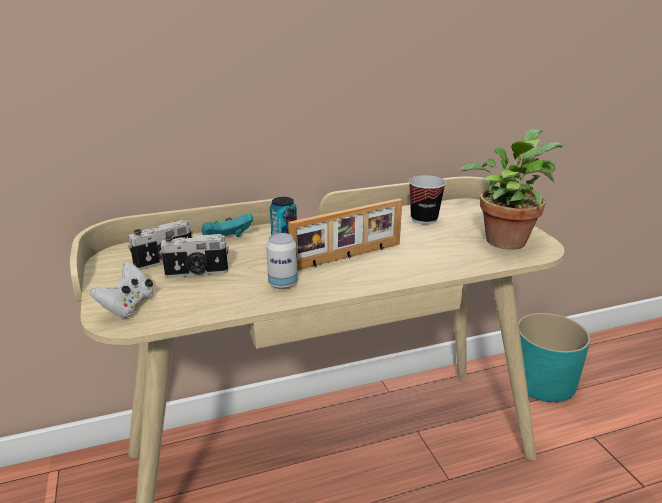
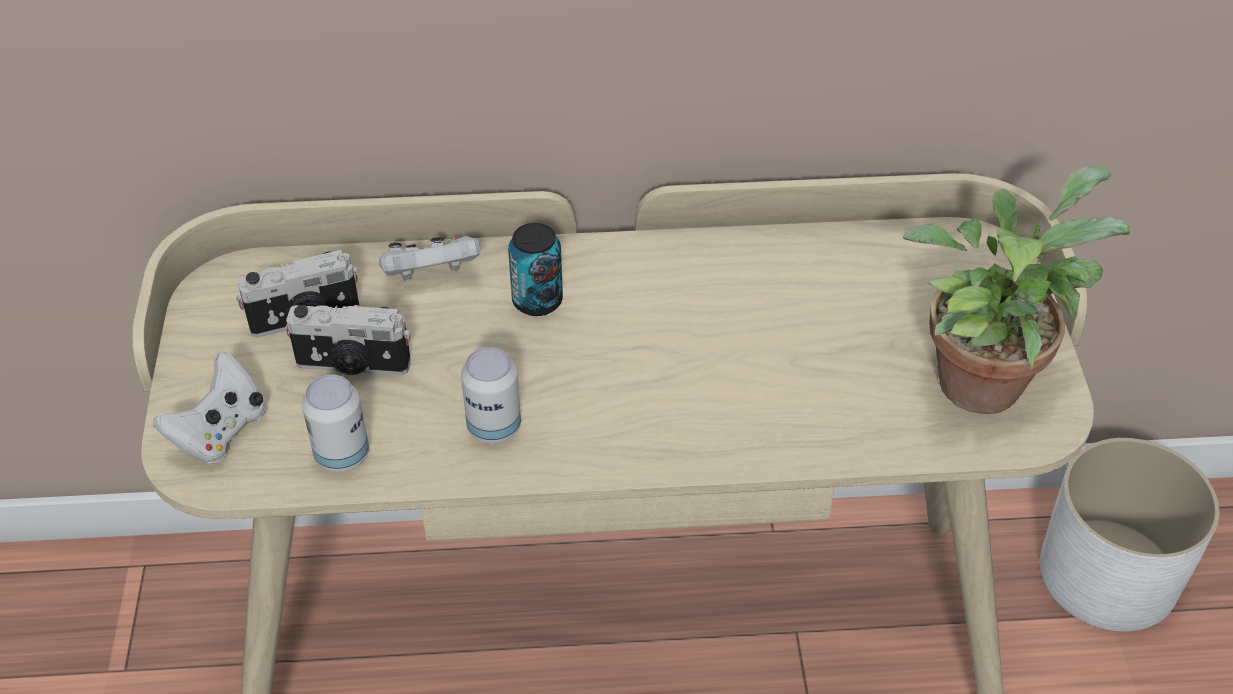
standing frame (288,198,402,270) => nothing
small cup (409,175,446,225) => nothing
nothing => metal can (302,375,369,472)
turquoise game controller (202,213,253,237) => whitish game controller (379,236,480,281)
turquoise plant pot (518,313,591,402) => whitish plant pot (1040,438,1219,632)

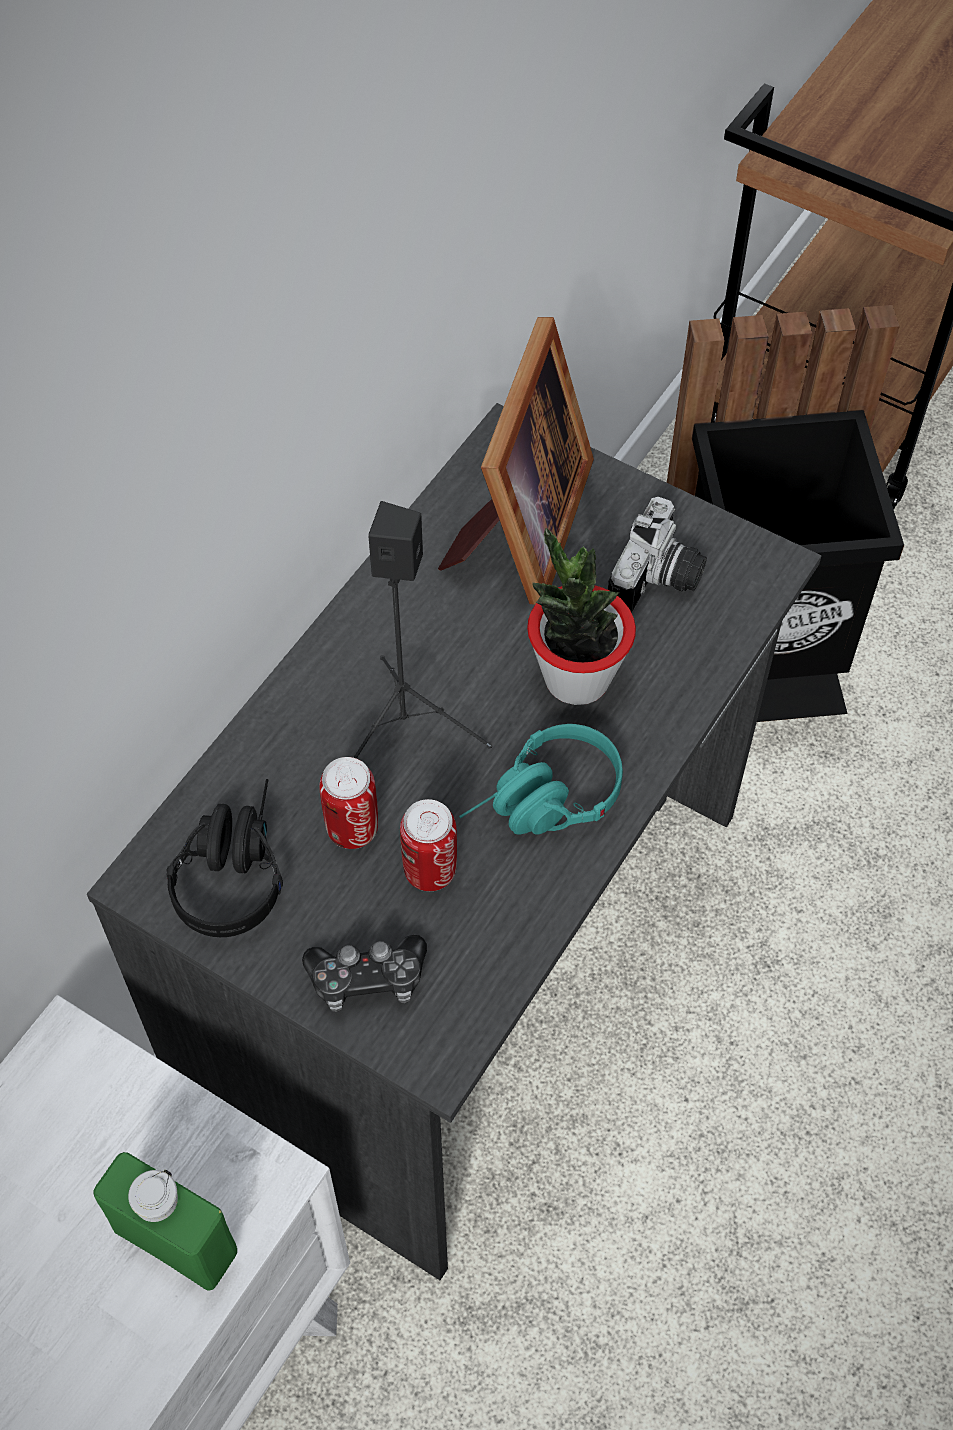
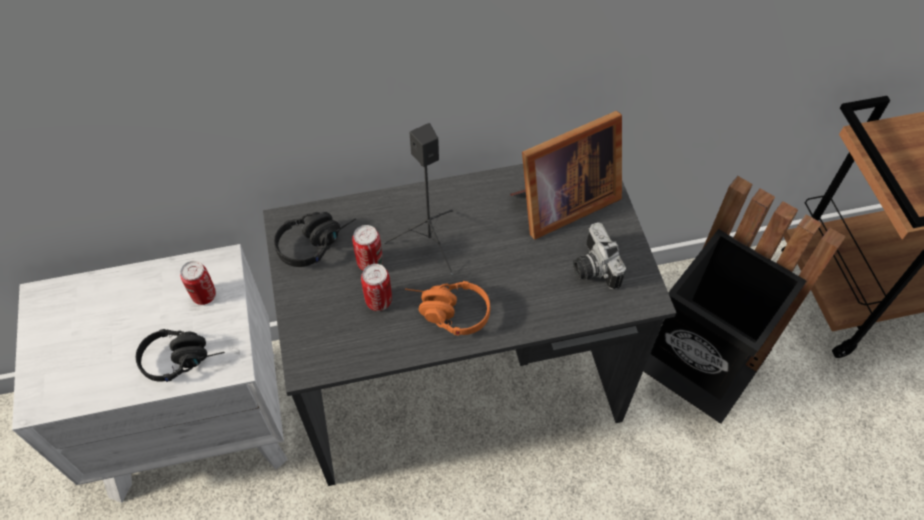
game controller (302,935,427,1012) => nothing
houseplant (527,528,636,705) => nothing
nothing => metal can (180,261,216,305)
green-coloured drink bottle (94,1152,237,1291) => black-coloured headphones (136,329,225,382)
turquoise headphones (459,724,623,835) => orangey headphones (405,281,490,336)
photo camera (608,497,707,613) => photo camera (573,222,626,290), 90 degrees clockwise

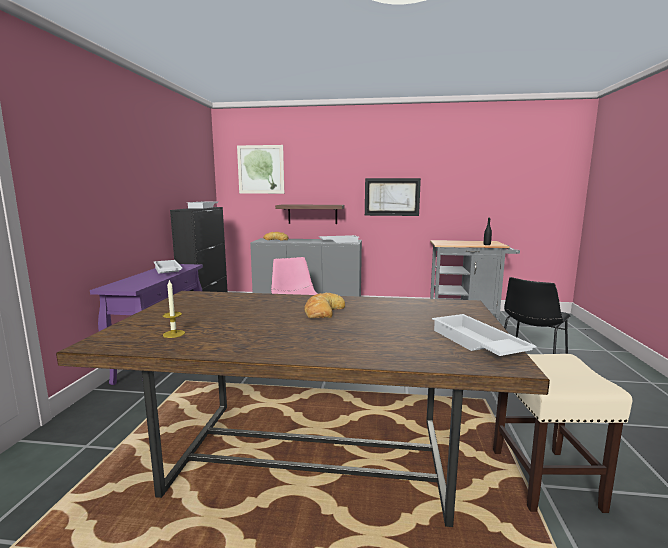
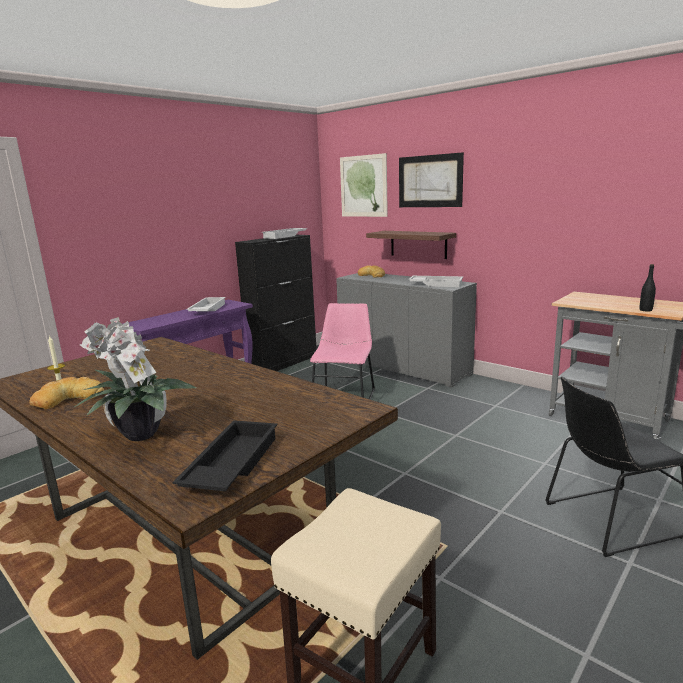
nothing => houseplant (73,317,197,441)
baked bread (304,293,345,318) => baked bread (29,377,104,409), moved
picture (365,178,421,216) => picture (399,152,464,207), moved
whitish carrying tray (432,314,537,356) => black-coloured carrying tray (173,420,277,491)

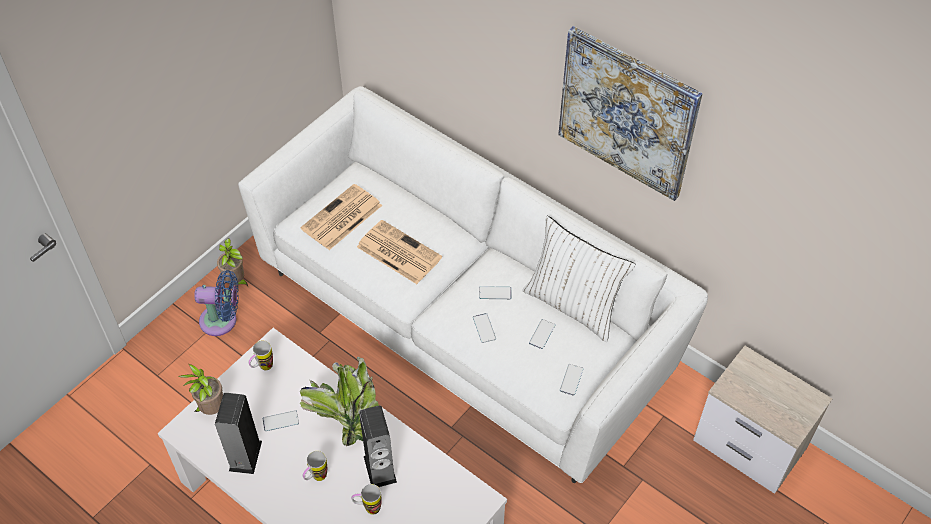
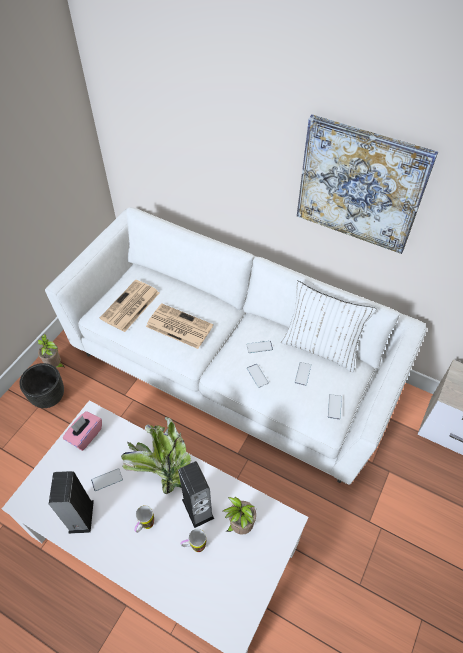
houseplant (179,364,223,415) => houseplant (223,497,256,535), moved
blue electric fan (194,270,239,336) => black-coloured plant pot (19,363,64,408)
mug (249,340,273,370) => pink tissue holder (63,411,102,451)

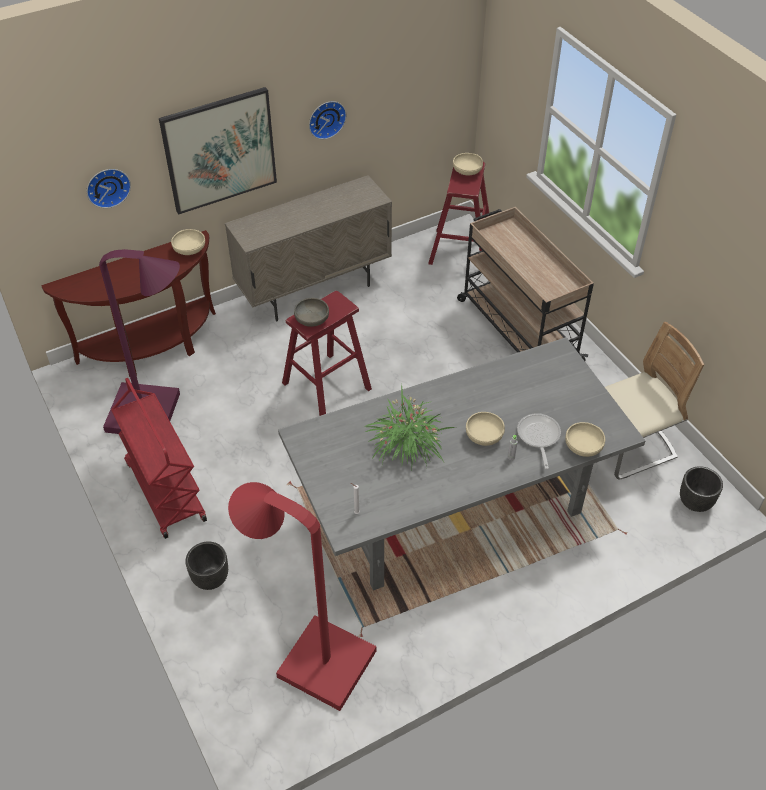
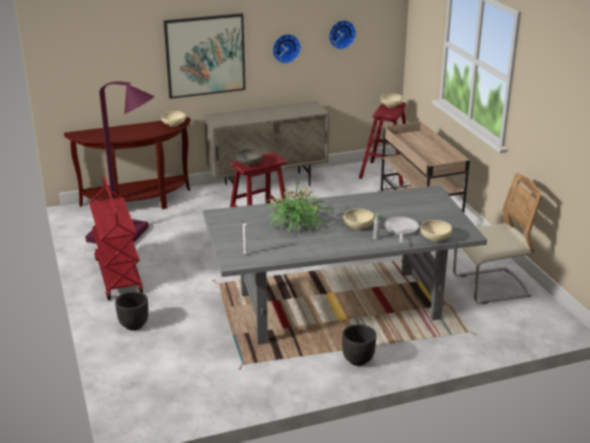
reddish standard lamp (228,482,377,711) => nothing
hanging clock (87,169,131,208) => hanging clock (329,20,356,49), moved
black-coloured plant pot (680,466,723,512) => black-coloured plant pot (342,324,376,366), moved

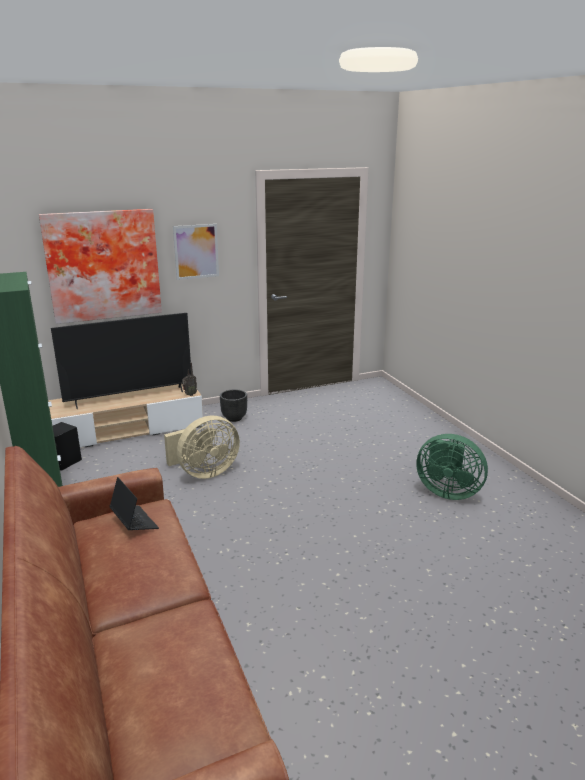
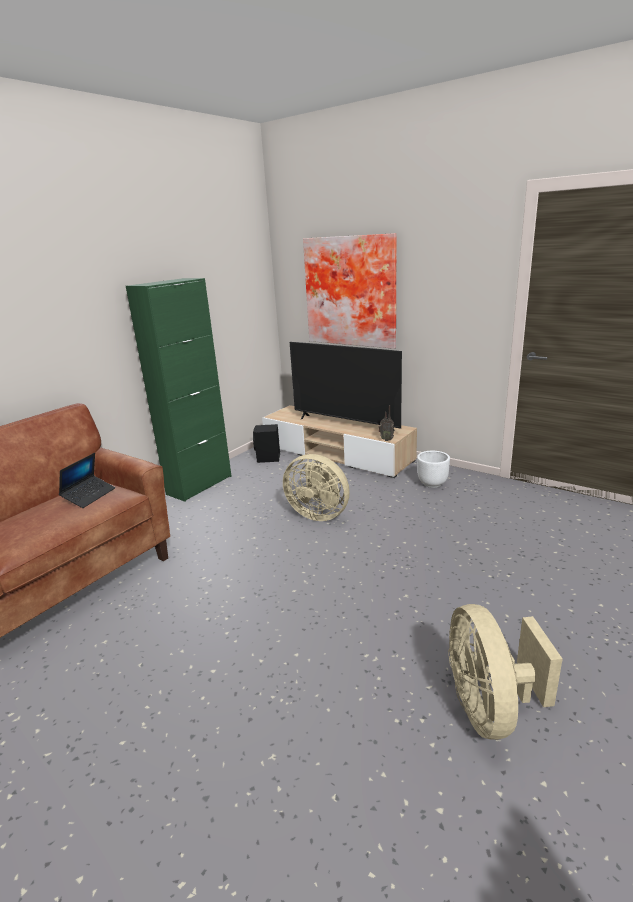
picture (173,224,219,280) => nothing
black-coloured plant pot (220,389,247,422) => whitish plant pot (417,451,450,488)
green-coloured electric fan (417,434,488,500) => beige-coloured electric fan (448,604,563,740)

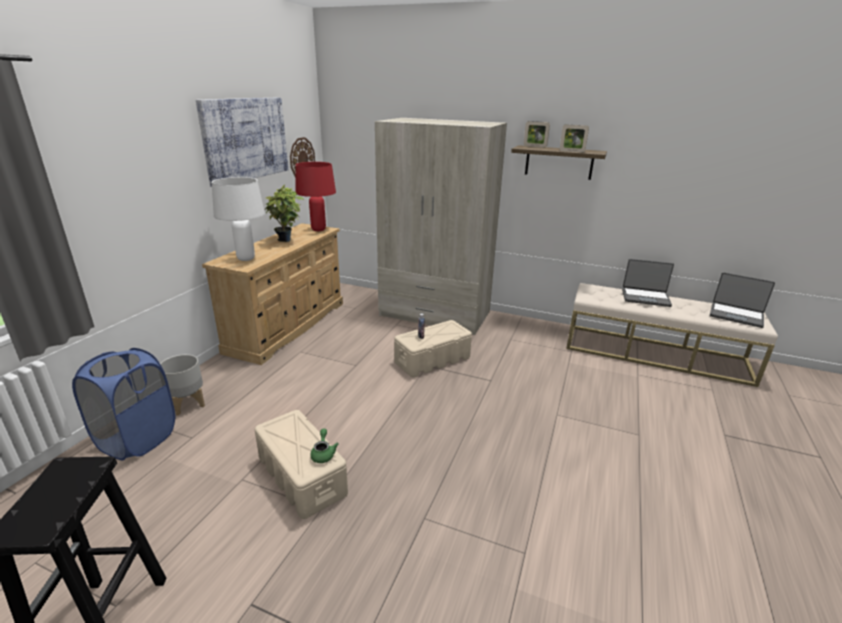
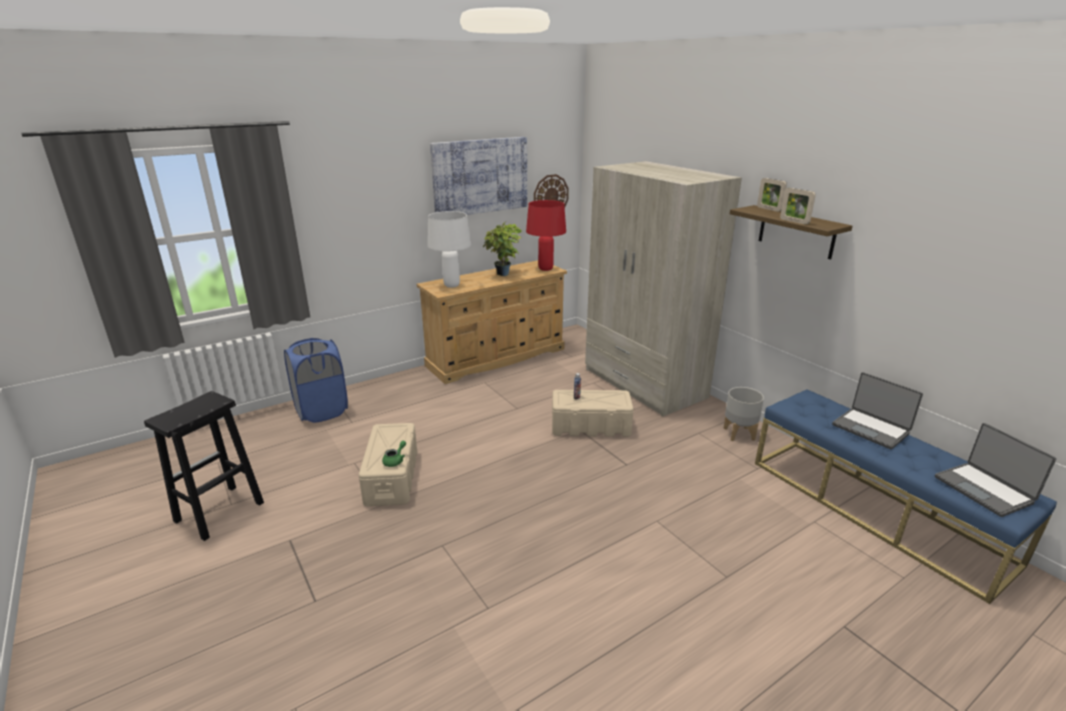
grey plant pot (160,354,205,416) => grey plant pot (723,387,764,441), moved
beige-coloured bench (566,283,778,387) => blue bench (755,389,1057,604)

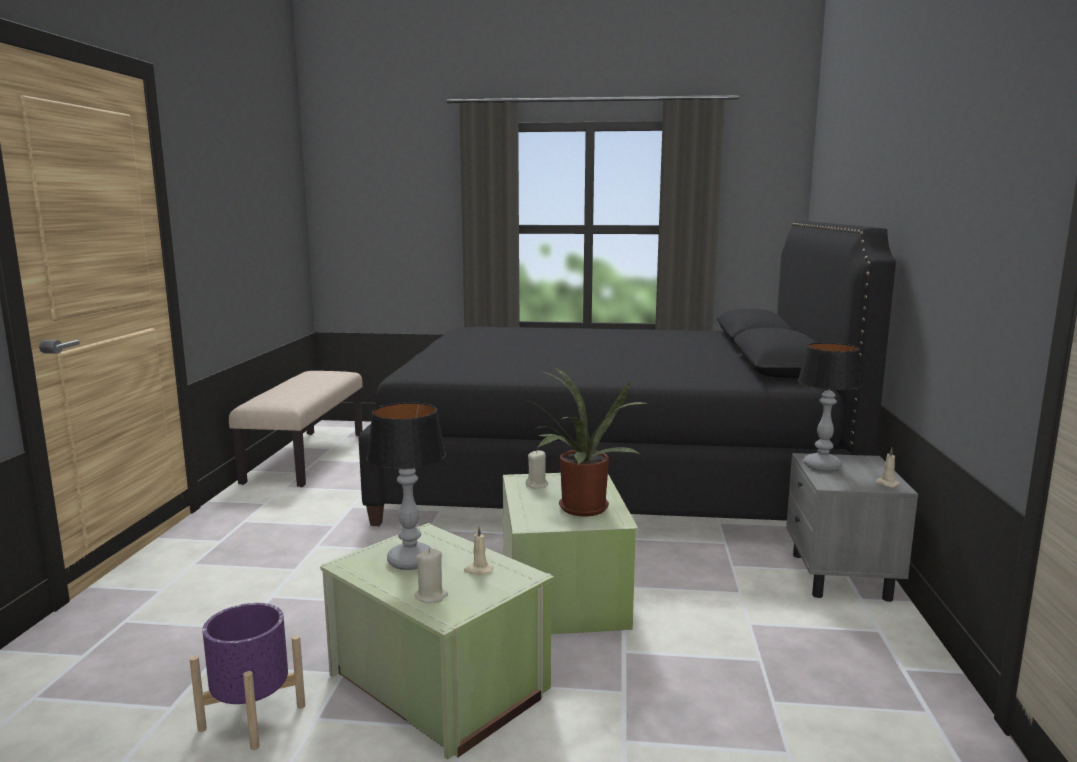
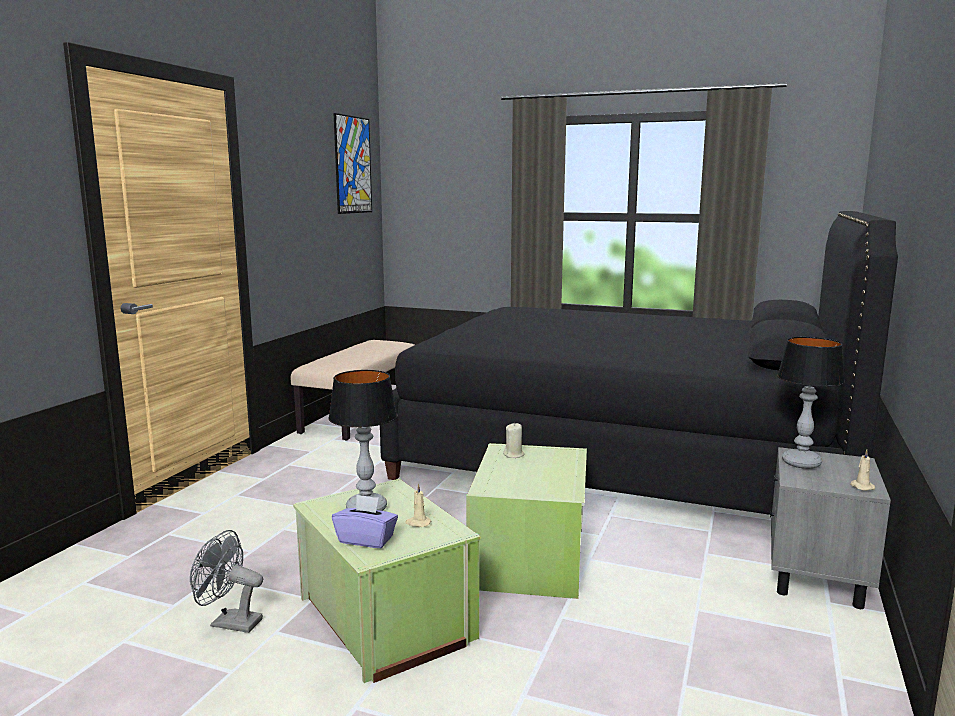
houseplant (520,366,645,516) => nothing
nothing => picture (334,113,372,214)
purplish plant pot (189,603,305,750) => grey electric fan (190,530,263,633)
beige-coloured wax light (415,549,448,603) => purplish tissue holder (332,494,398,548)

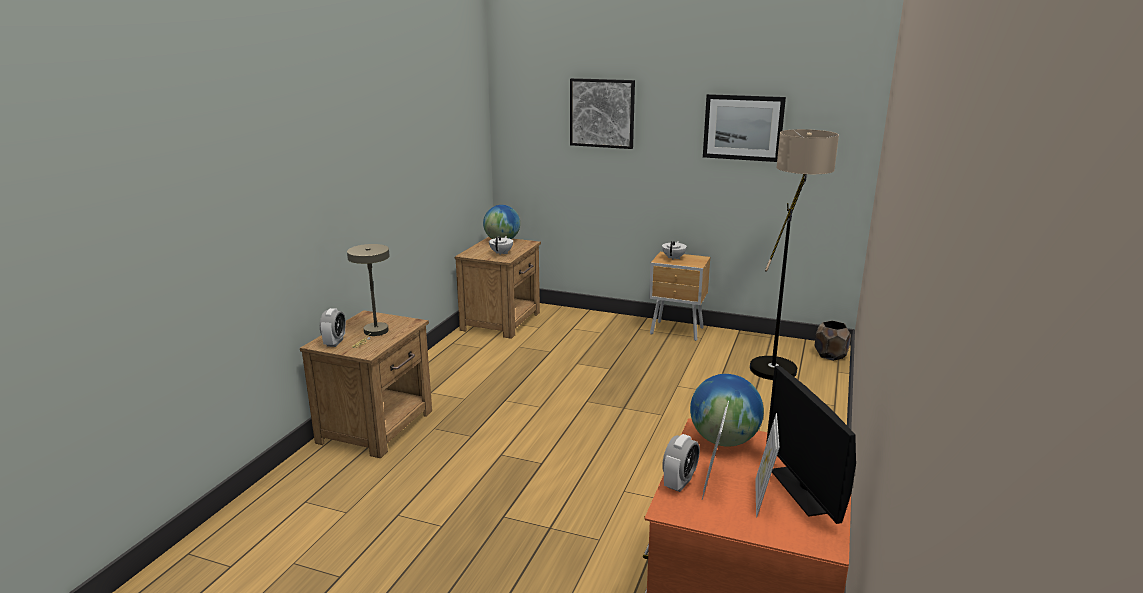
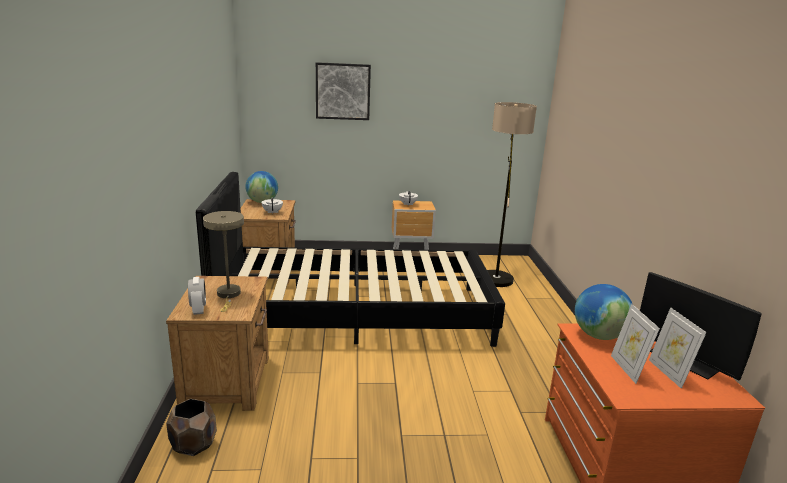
alarm clock (662,434,700,492) => nothing
picture (703,94,786,162) => nothing
nothing => black-coloured sleeping bed (196,172,505,347)
brown-coloured plant pot (814,321,851,361) => brown-coloured plant pot (166,399,217,456), moved

